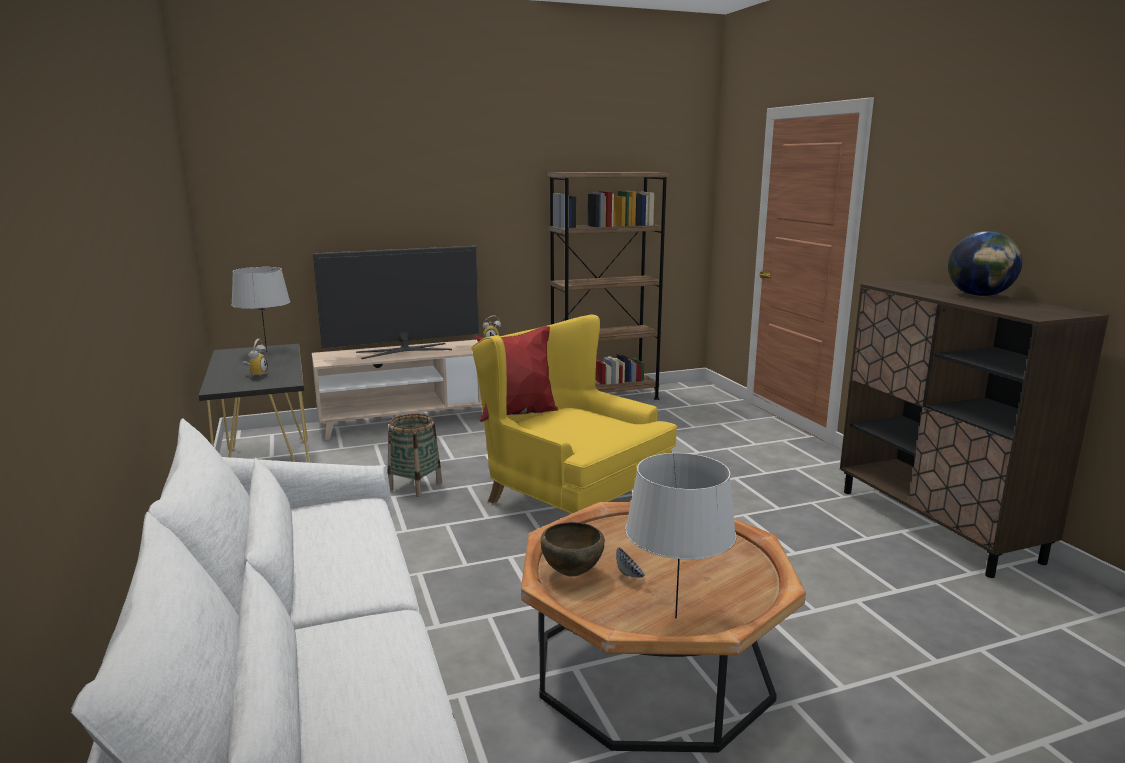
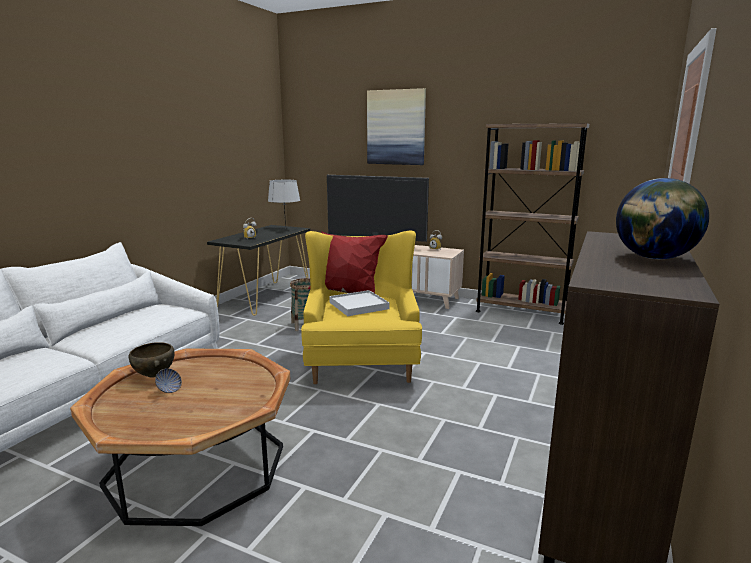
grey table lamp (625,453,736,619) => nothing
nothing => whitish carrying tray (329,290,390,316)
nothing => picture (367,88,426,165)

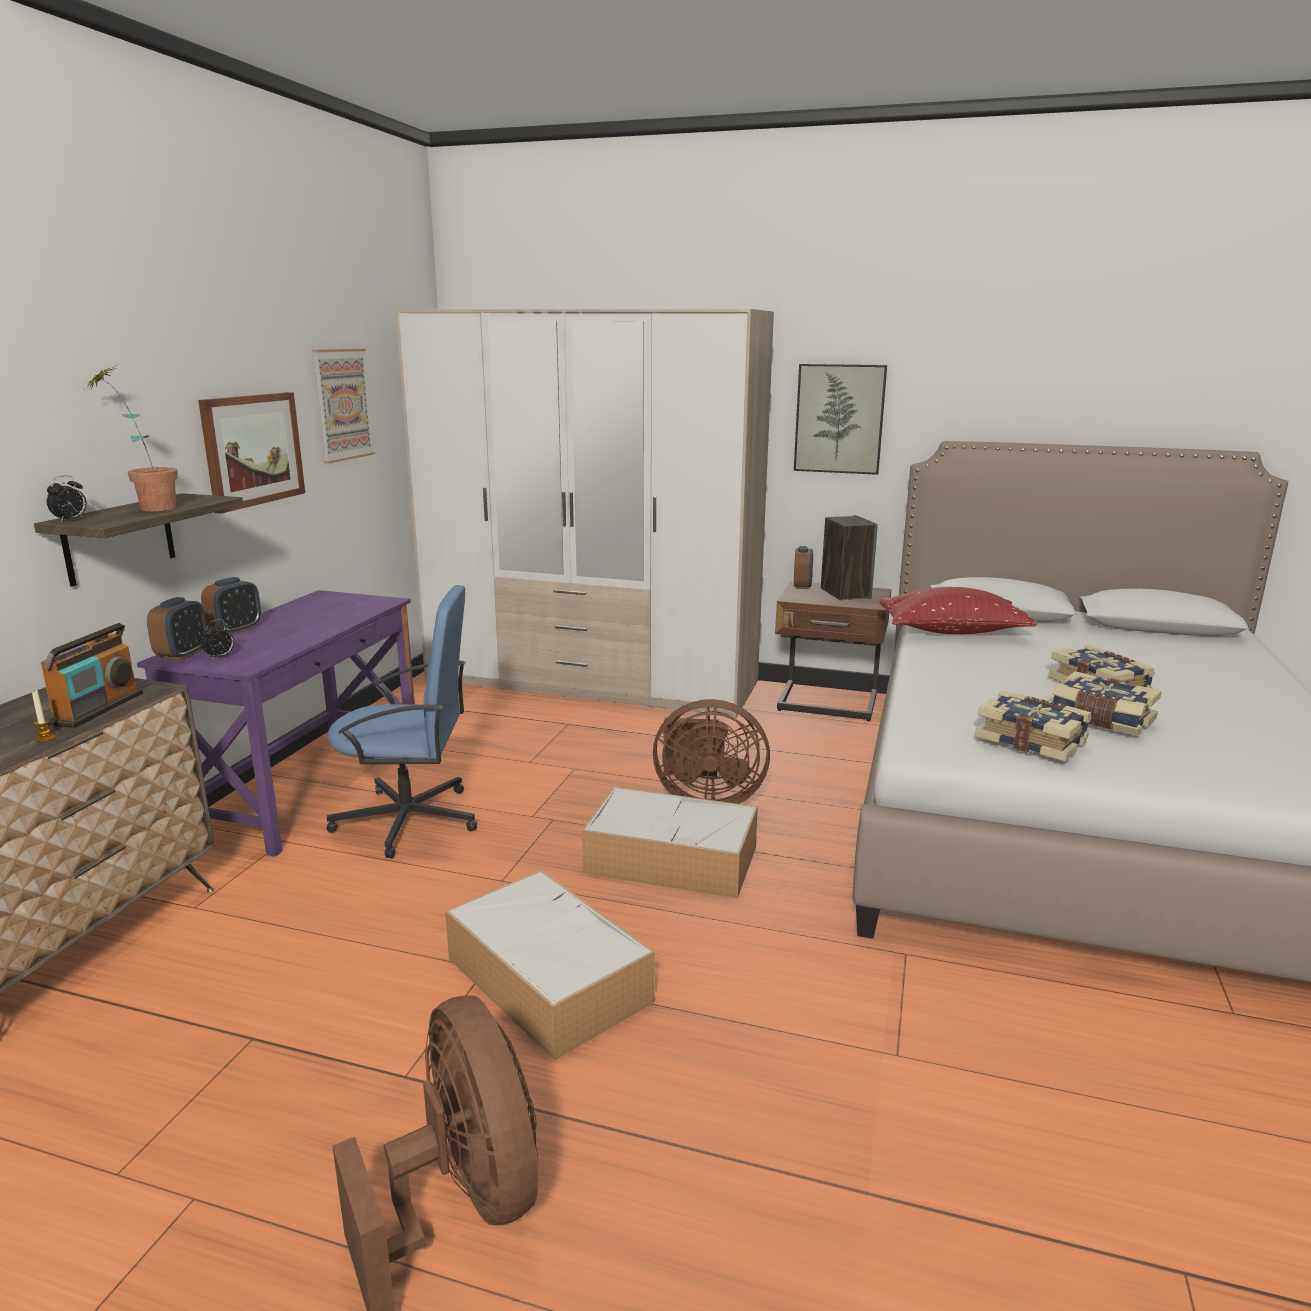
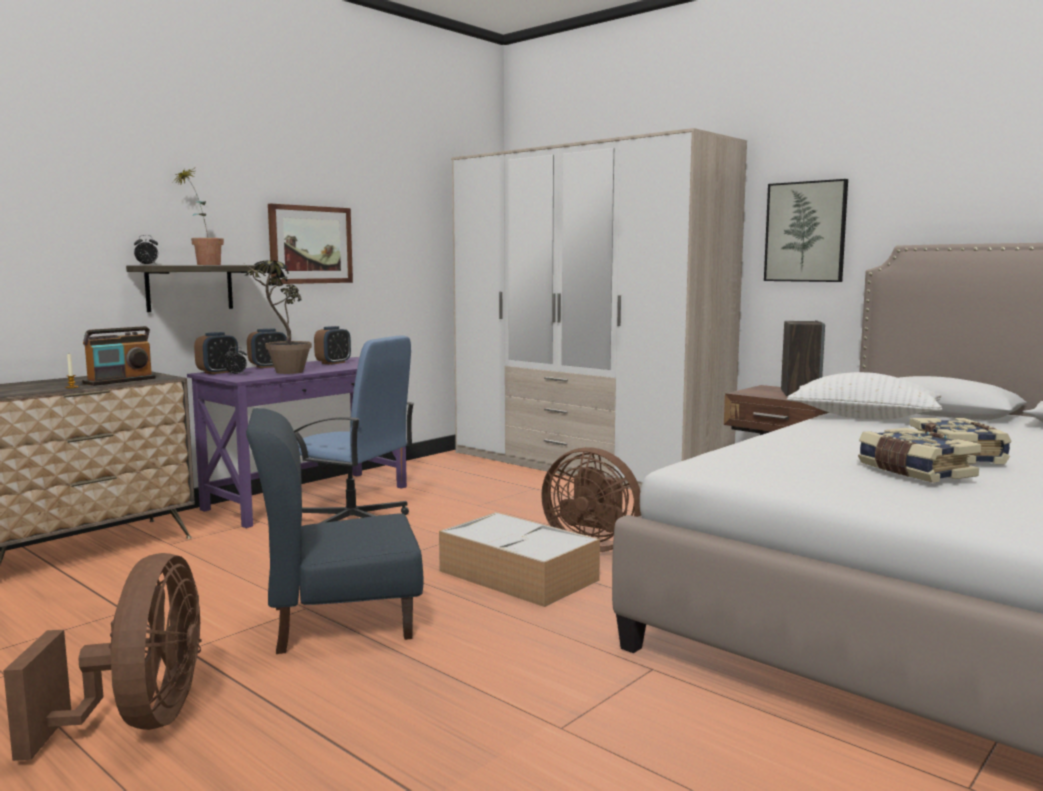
picture (312,349,375,464) => nothing
volume (975,691,1091,762) => nothing
nothing => houseplant (245,260,312,374)
alarm clock (794,546,813,589) => alarm clock (314,326,351,365), moved
storage box (445,870,655,1060) => blue plain chair (246,408,424,654)
reddish pillow (879,587,1037,634) => whitish pillow (787,372,942,420)

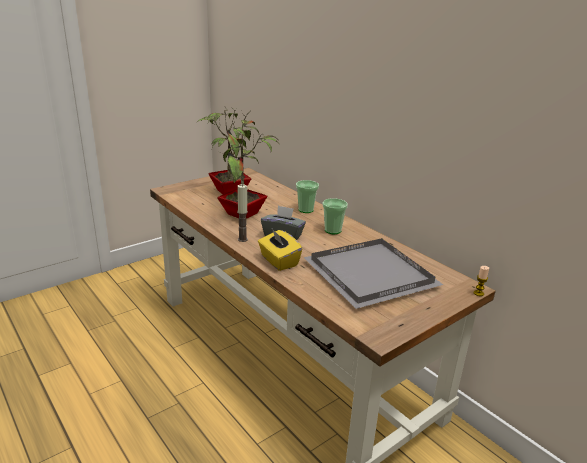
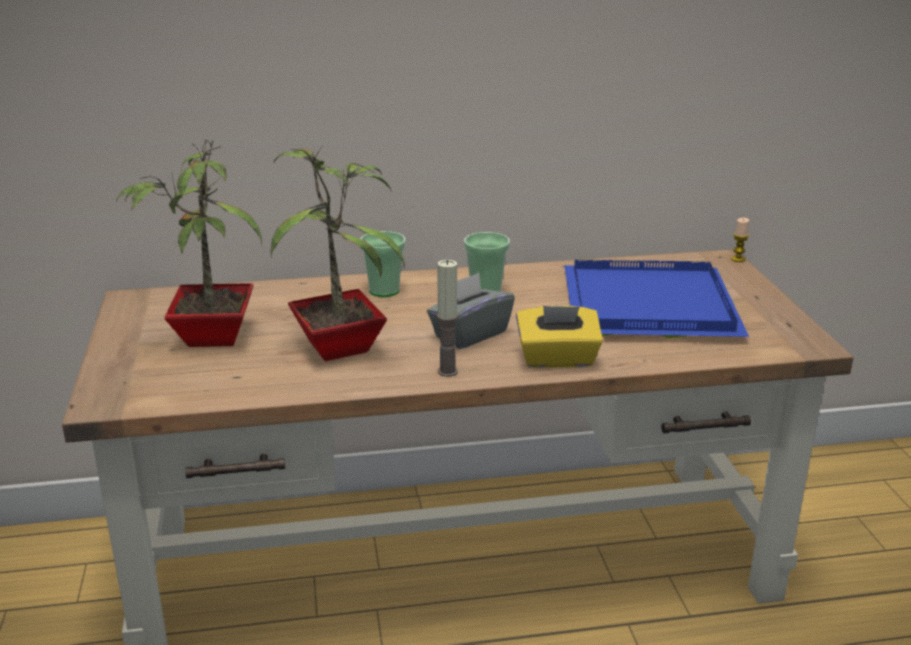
grey carrying tray (304,238,443,309) => blue carrying tray (564,260,749,338)

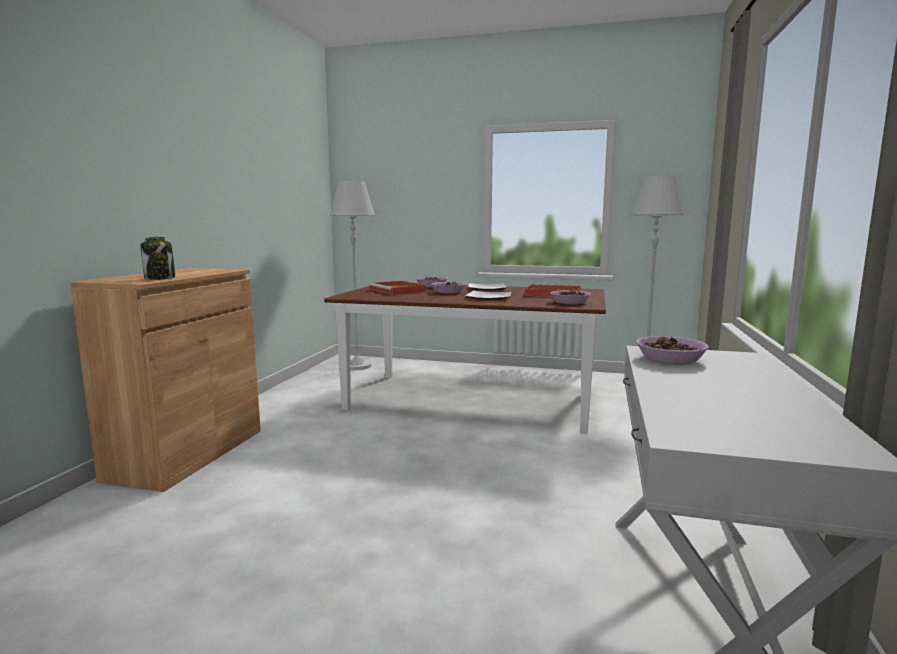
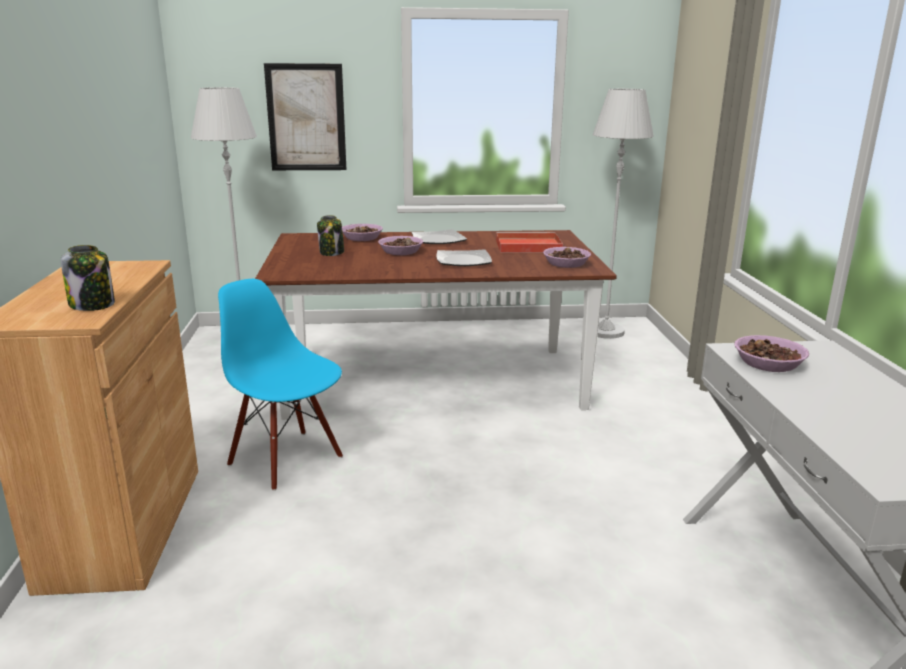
nothing => blue plain chair (218,279,343,491)
nothing => picture (264,63,347,170)
reddish carrying tray (369,281,426,295) => storage jar (317,215,344,256)

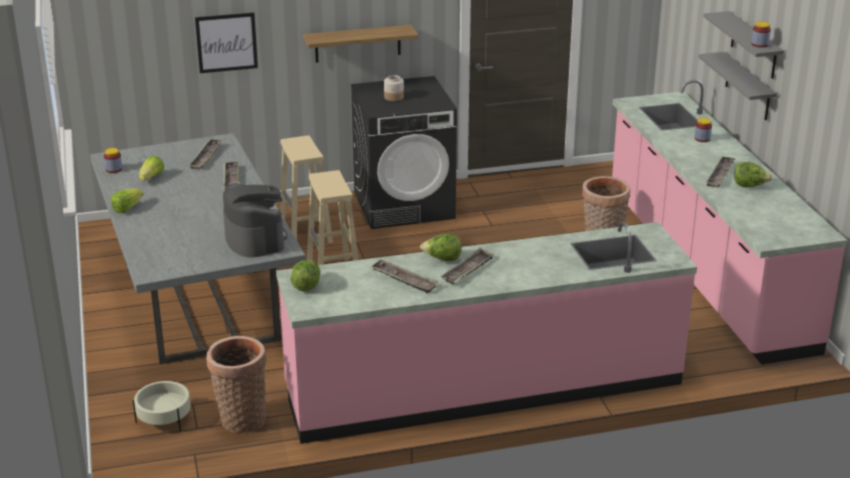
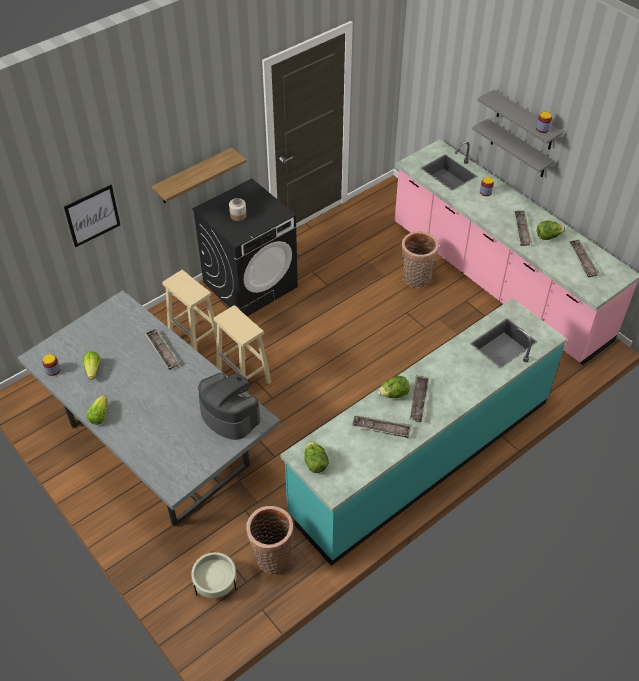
carrying tray (189,139,222,169) => carrying tray (568,239,600,277), moved
pink kitchen counter (276,221,697,444) => turquoise kitchen counter (280,298,567,566)

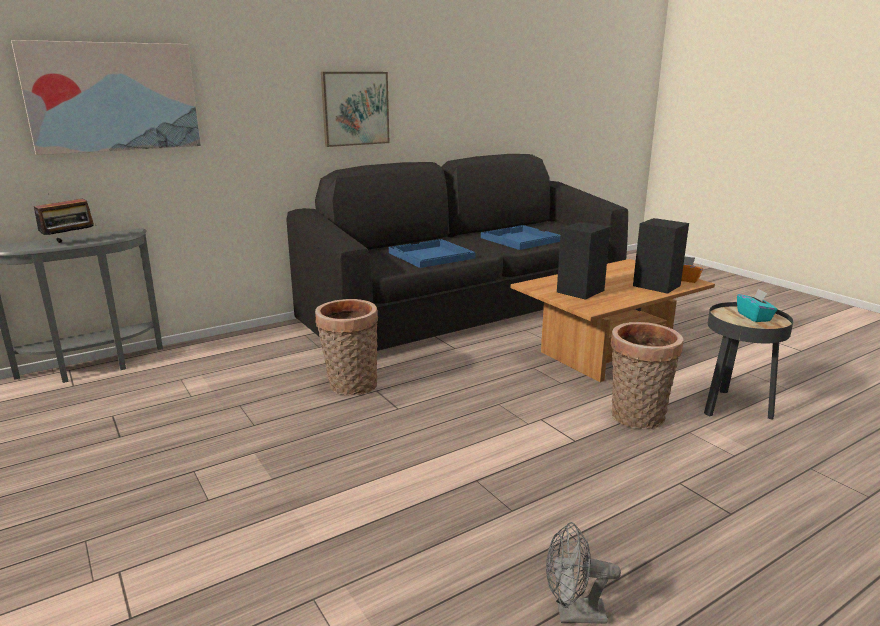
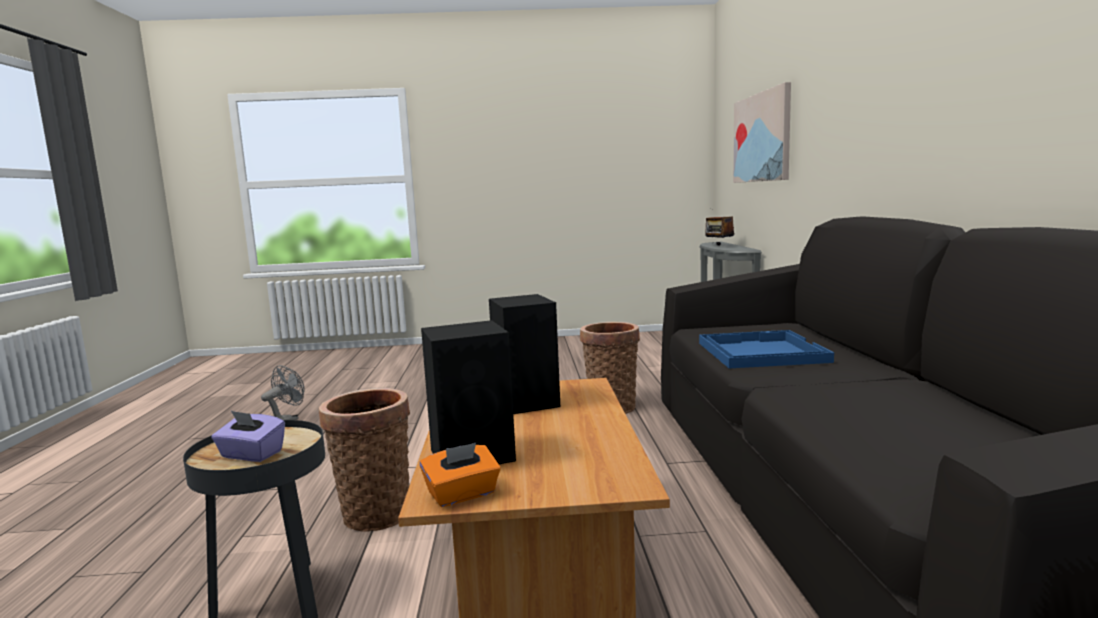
picture (321,72,390,147) => nothing
blue carrying tray (481,225,560,250) => nothing
turquoise tissue holder (737,288,778,322) => purplish tissue holder (211,411,285,462)

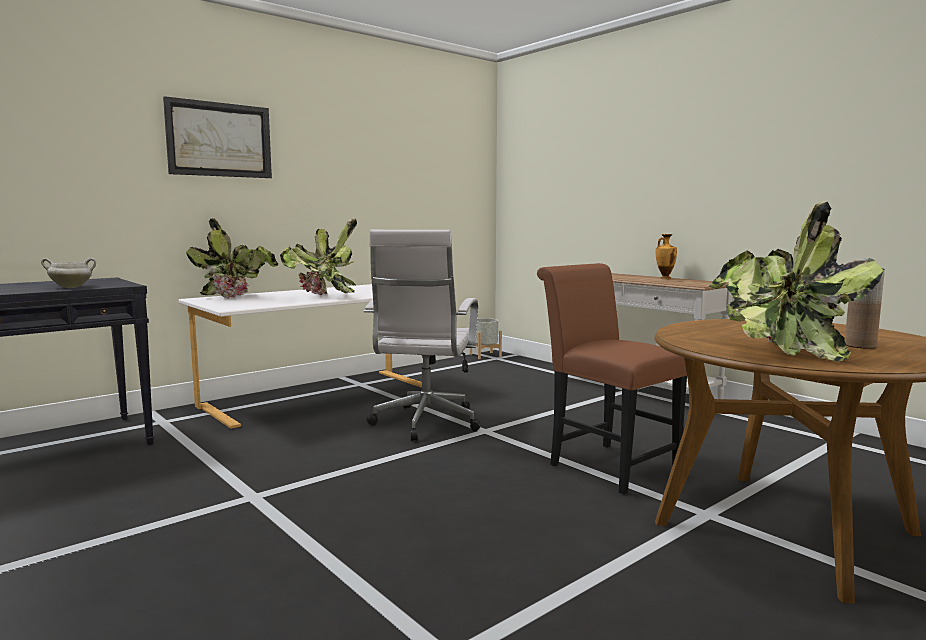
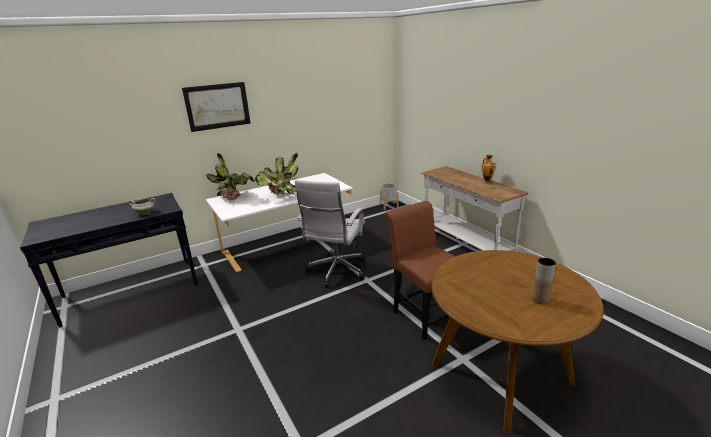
houseplant (709,201,883,362) => nothing

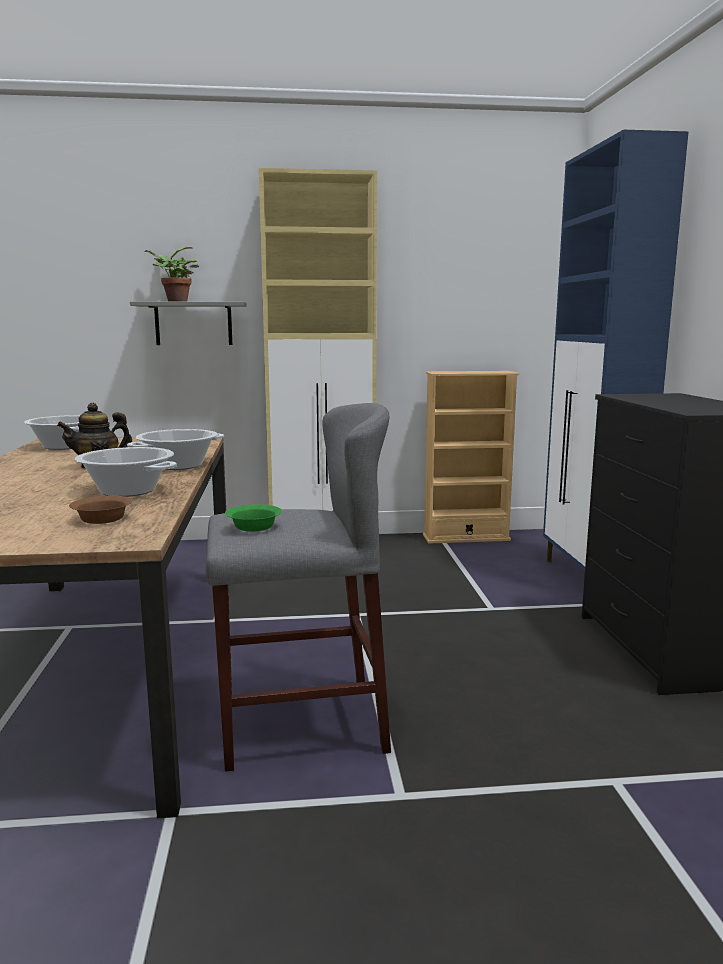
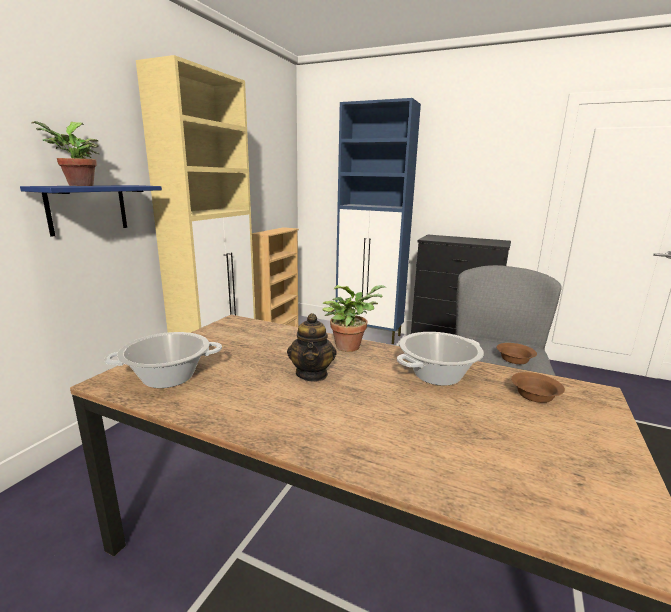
stockpot (127,429,224,470) => houseplant (322,285,386,352)
grey shelf (130,301,247,345) => blue shelf (20,185,162,237)
green-coloured bowl (225,504,282,531) => brown-coloured bowl (496,343,537,364)

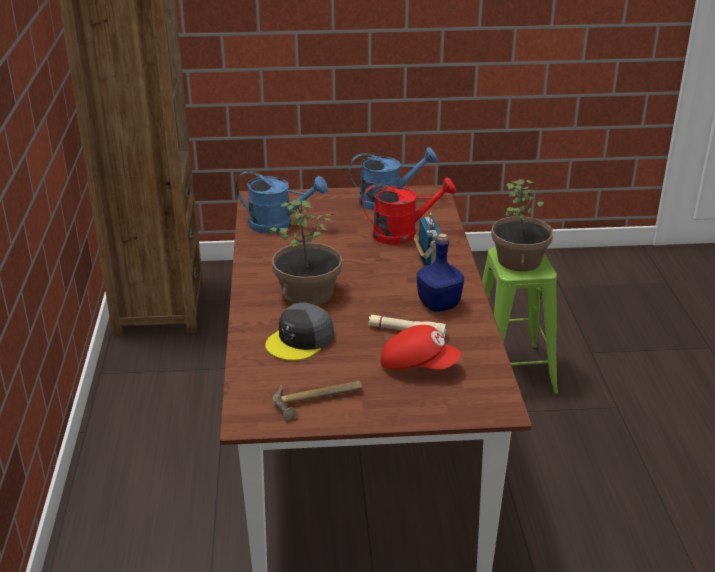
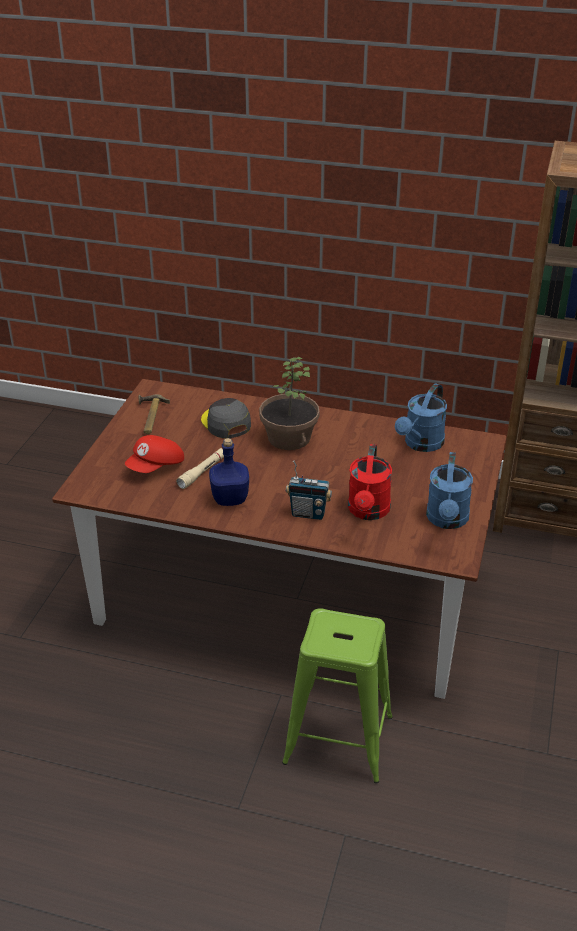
houseplant (491,179,553,271) => nothing

